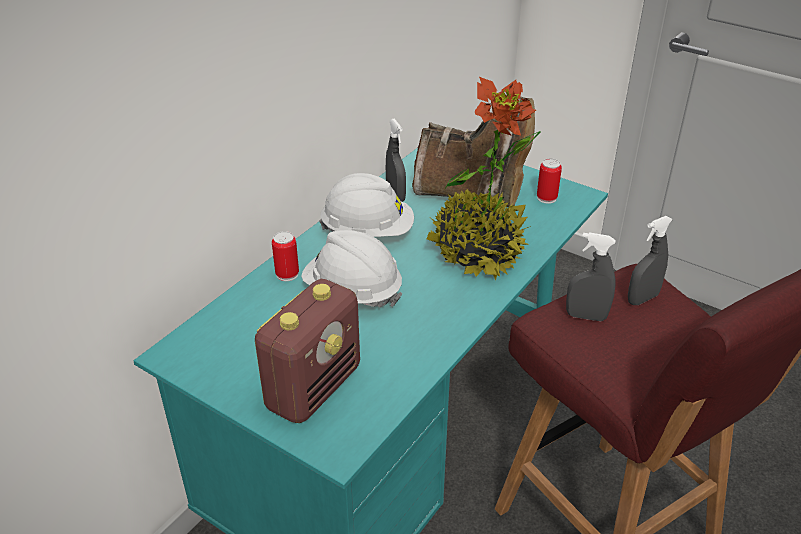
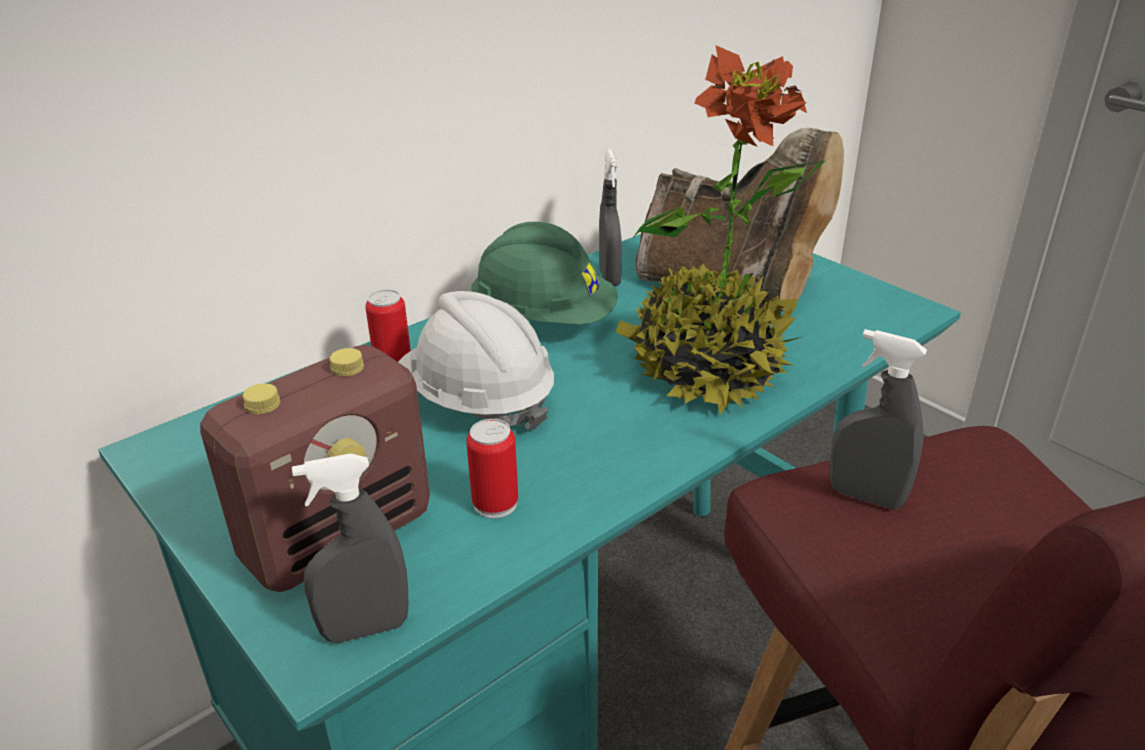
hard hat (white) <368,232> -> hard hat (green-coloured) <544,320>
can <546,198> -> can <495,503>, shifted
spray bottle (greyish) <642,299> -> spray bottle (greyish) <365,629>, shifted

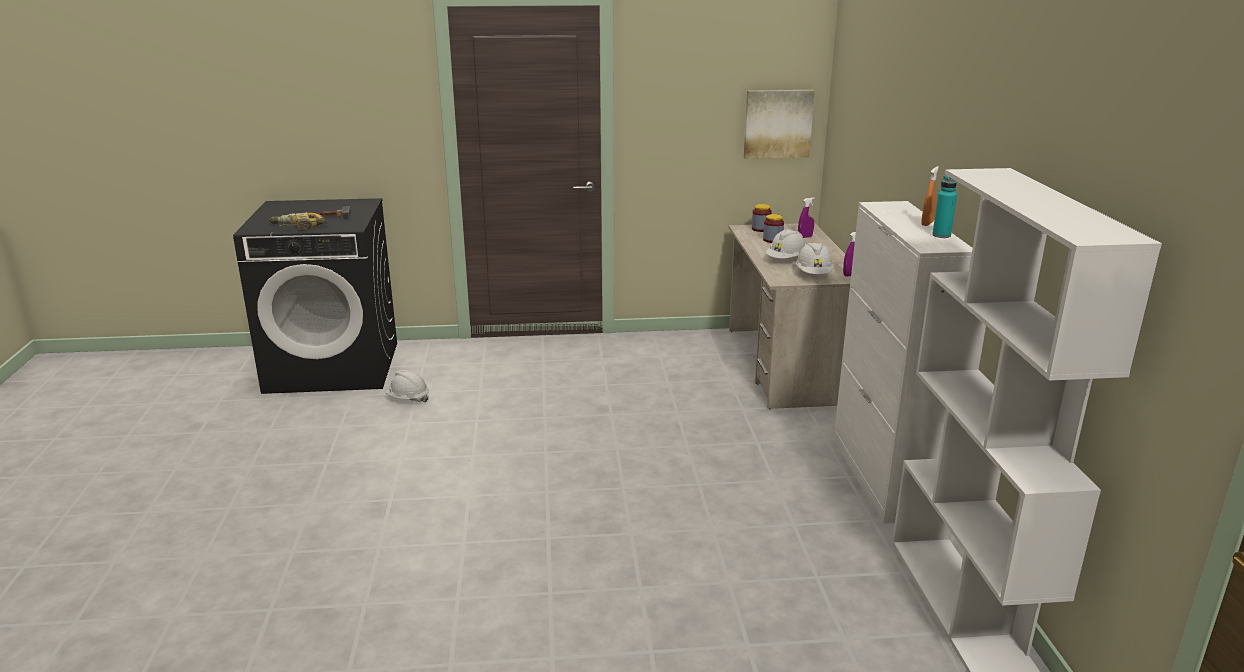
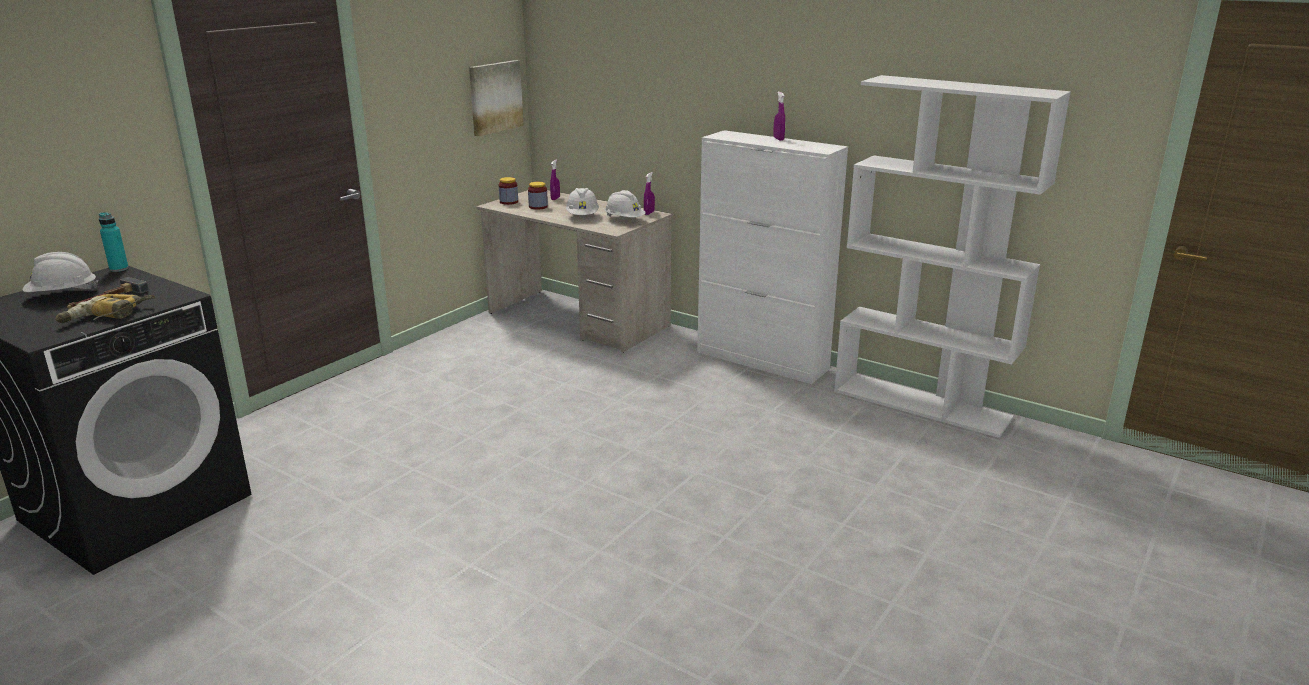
hard hat (white) <407,399> -> hard hat (white) <62,295>, shifted
spray bottle (orangey) <927,223> -> spray bottle (purple-coloured) <778,139>
drink bottle (turquoise-coloured) <941,235> -> drink bottle (turquoise-coloured) <119,269>, shifted

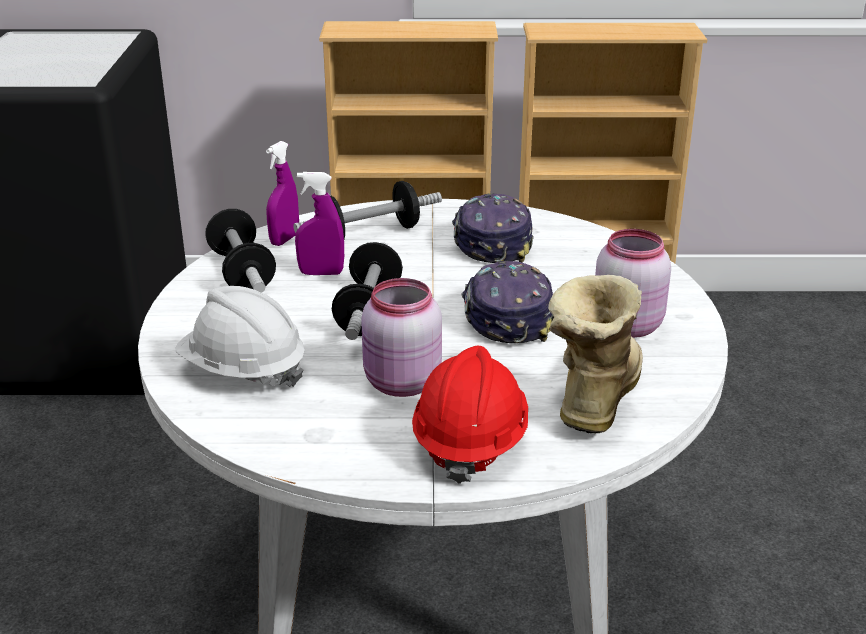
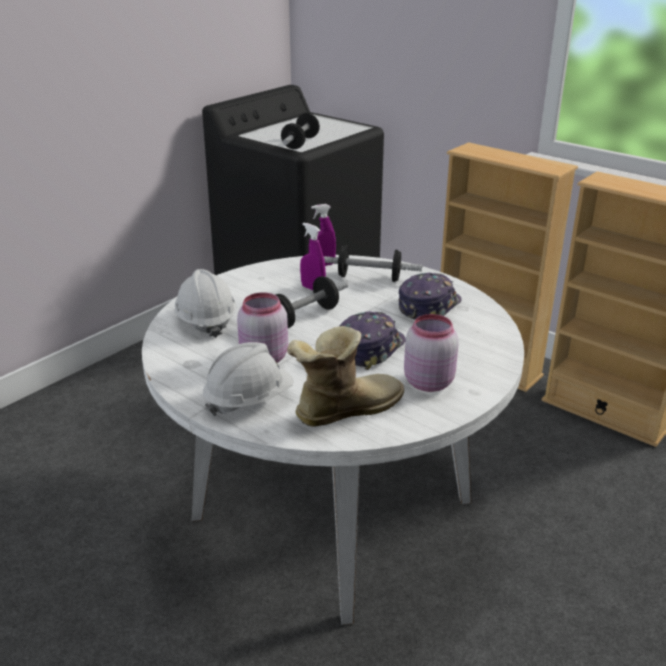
hand weight <242,272> -> hand weight <300,143>, shifted
hard hat (red) <470,442> -> hard hat (white) <249,400>

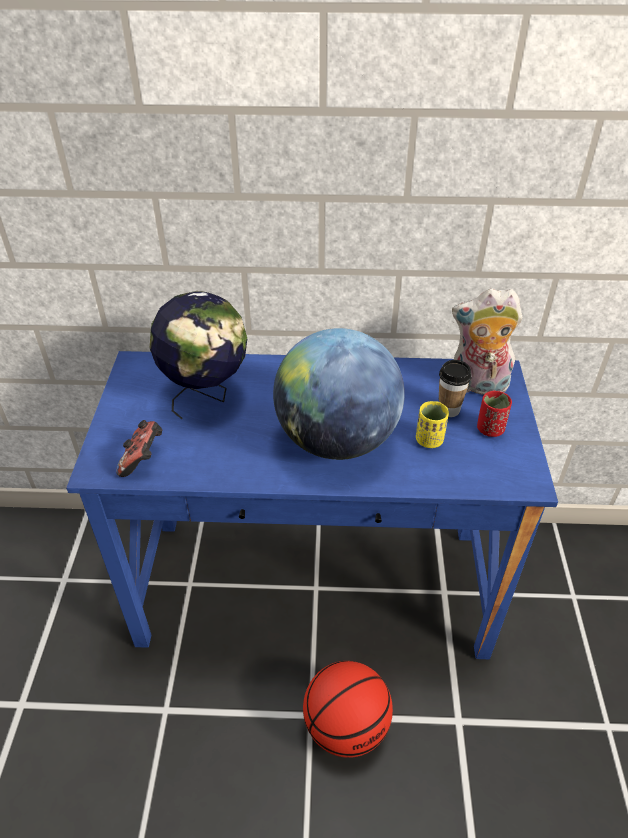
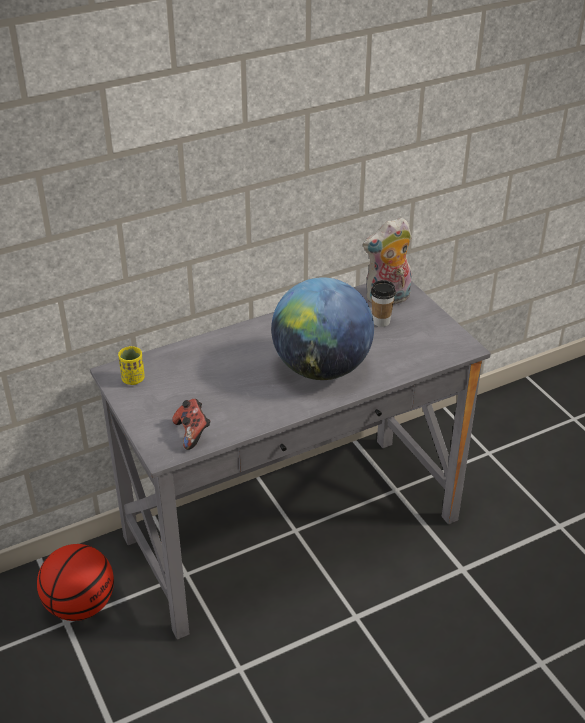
desk unit (bluish) <314,584> -> desk unit (greyish) <292,528>
desk globe <207,396> -> none
basketball ball <346,726> -> basketball ball <80,605>, shifted
small cup (yellow-coloured) <429,440> -> small cup (yellow-coloured) <133,379>, shifted
small cup (red) <490,429> -> none

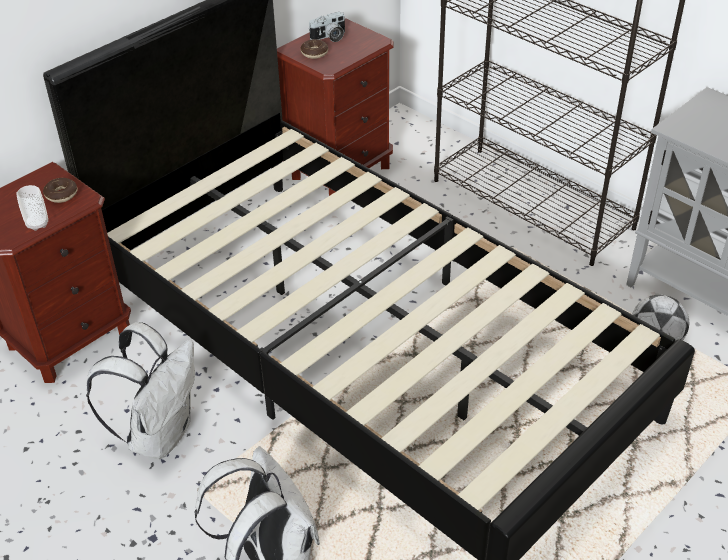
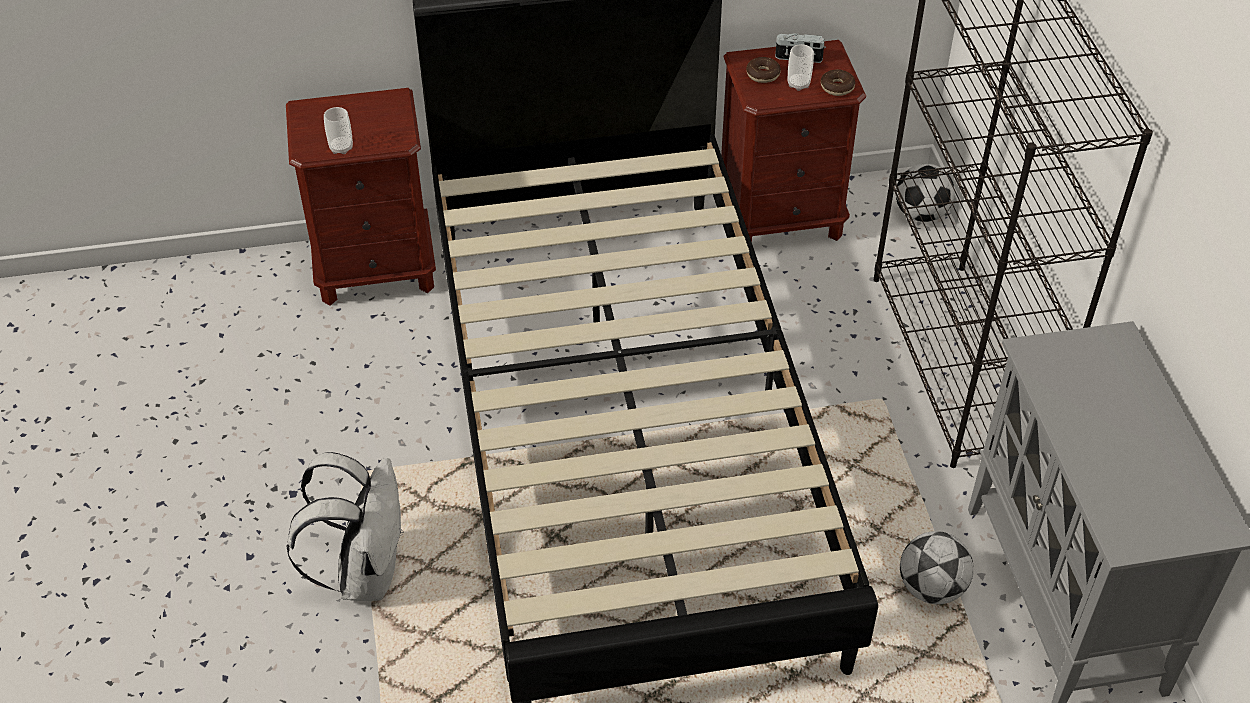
doughnut <61,194> -> doughnut <837,87>, shifted
backpack (white) <159,434> -> none
none -> small cup <798,84>
none -> football ball <920,214>

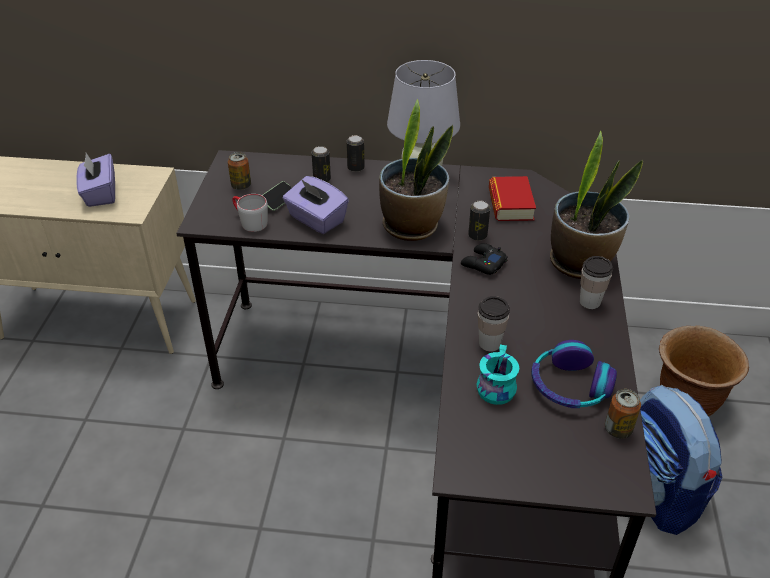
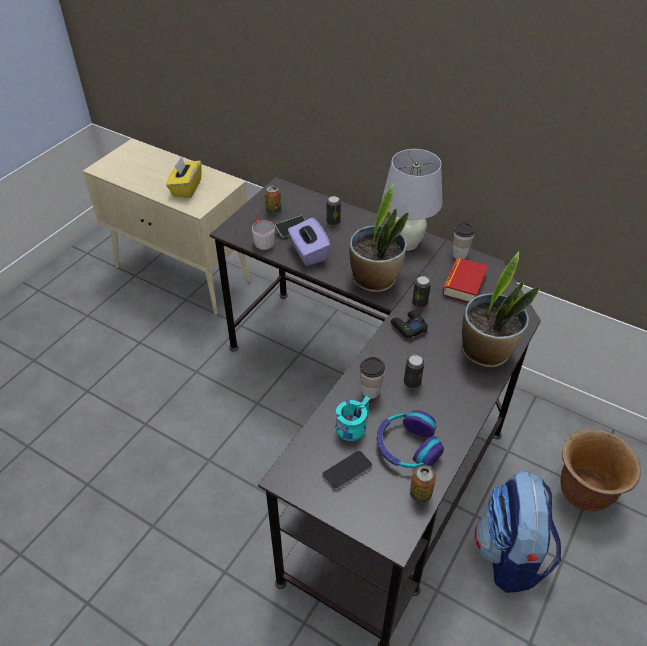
tissue holder (purple-coloured) <100,194> -> tissue holder (yellow-coloured) <186,188>
can <356,168> -> can <412,382>, shifted
small cup <590,302> -> small cup <460,255>, shifted
none -> handset <347,471>

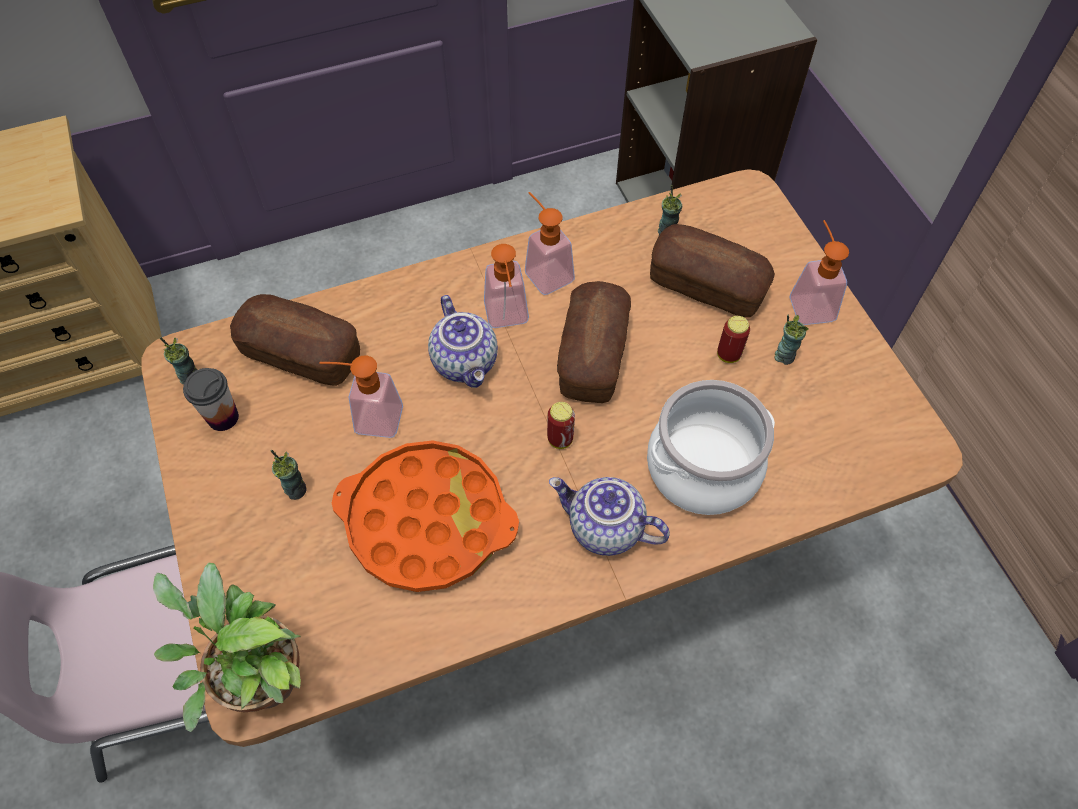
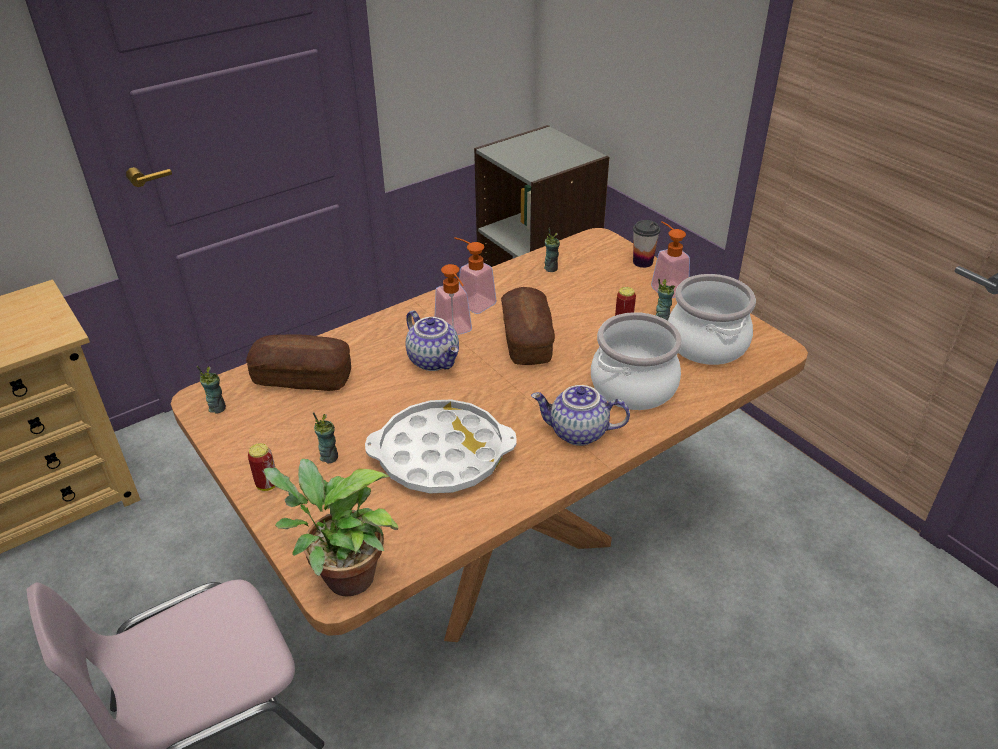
small cup <223,417> -> small cup <642,262>, shifted
liquid soap bottle <369,418> -> none
carrying tray (orangey) <427,521> -> carrying tray (white) <441,455>
can <560,439> -> can <267,484>, shifted
baked bread <706,285> -> none
none -> saucepot <707,343>

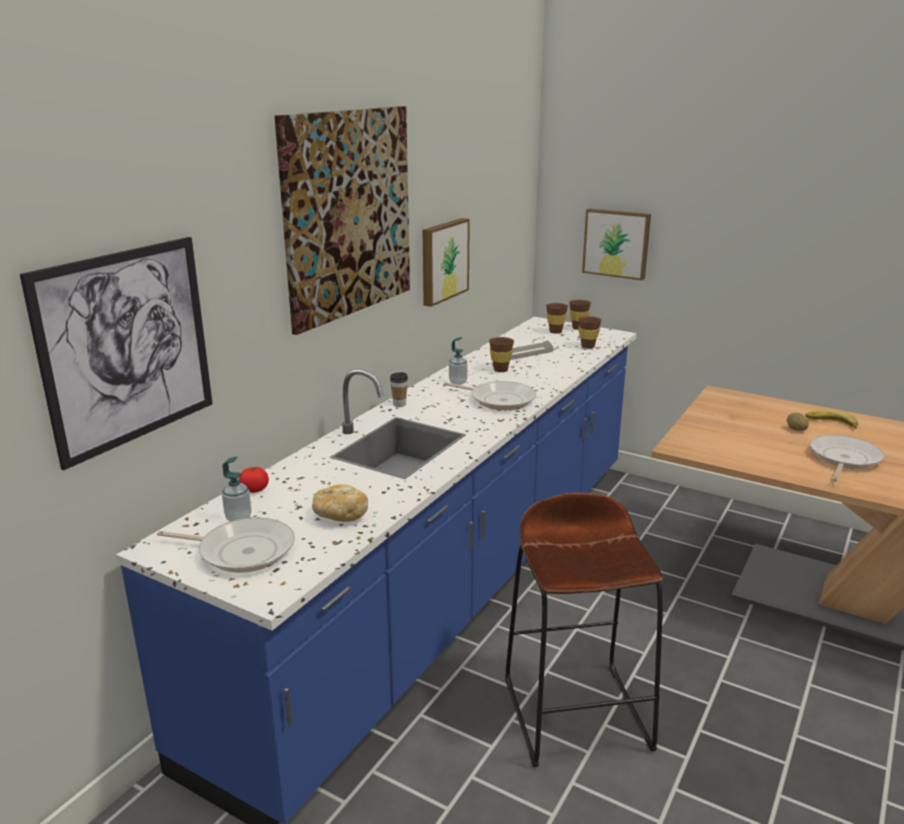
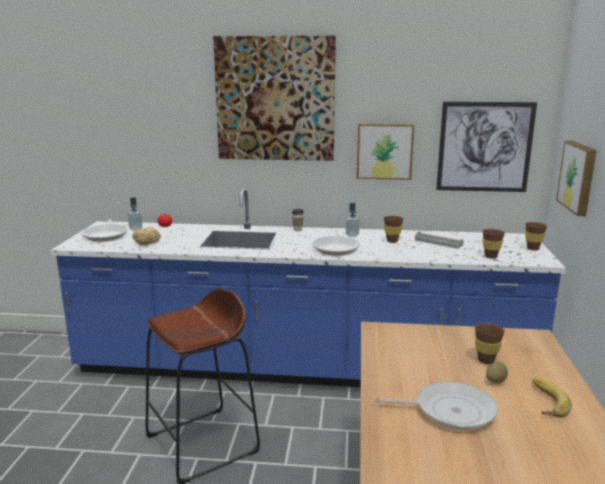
wall art <127,347> -> wall art <484,147>, shifted
small cup (brown-coloured) <555,332> -> small cup (brown-coloured) <486,360>, shifted

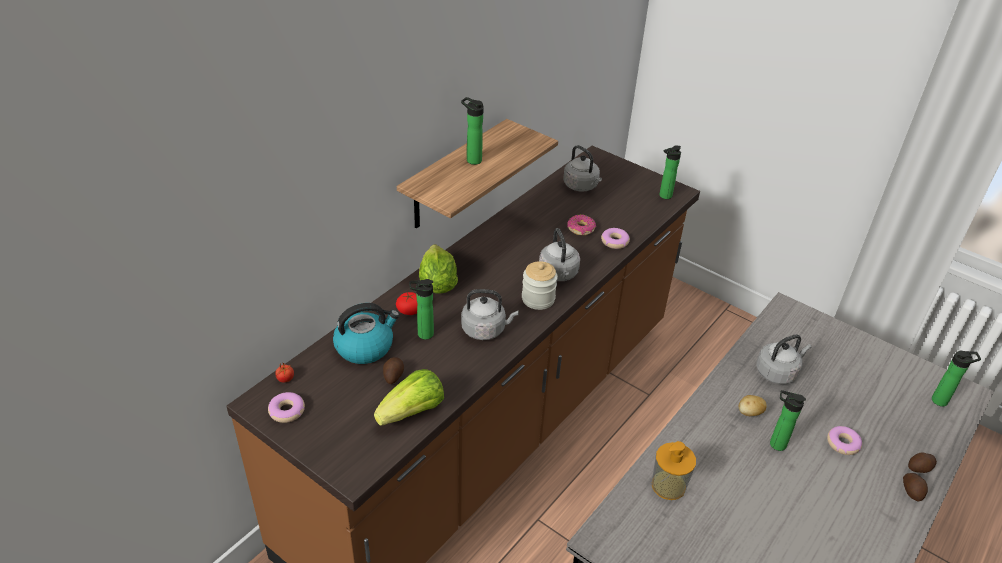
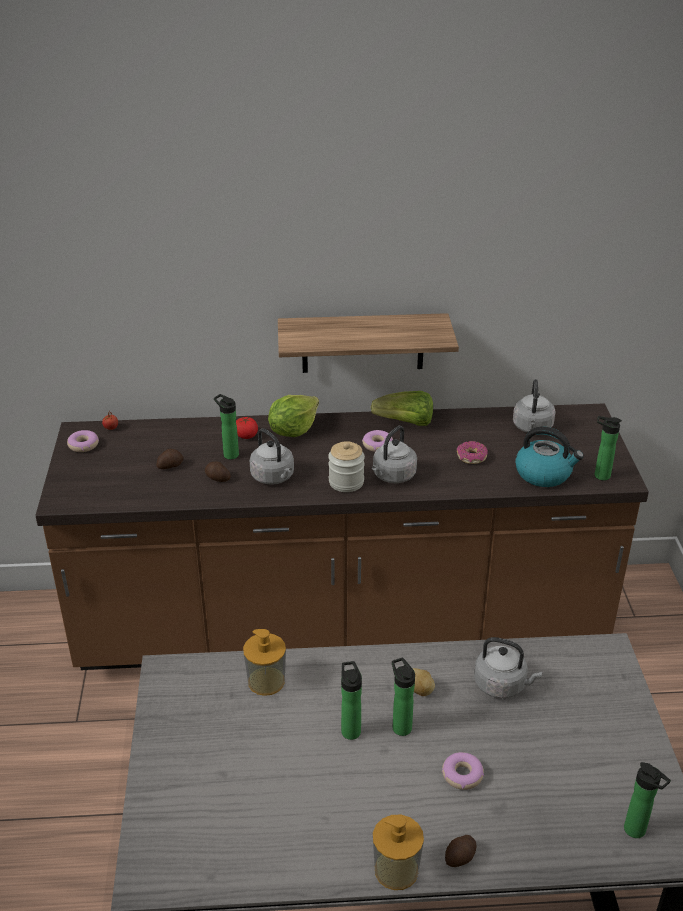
tea kettle <365,346> -> tea kettle <544,474>, shifted
lettuce head <412,412> -> lettuce head <405,423>, shifted
drink bottle <472,160> -> drink bottle <350,729>, shifted
doughnut <614,242> -> doughnut <377,445>, shifted
spud <920,468> -> spud <217,478>, shifted
none -> liquid soap bottle <396,870>

